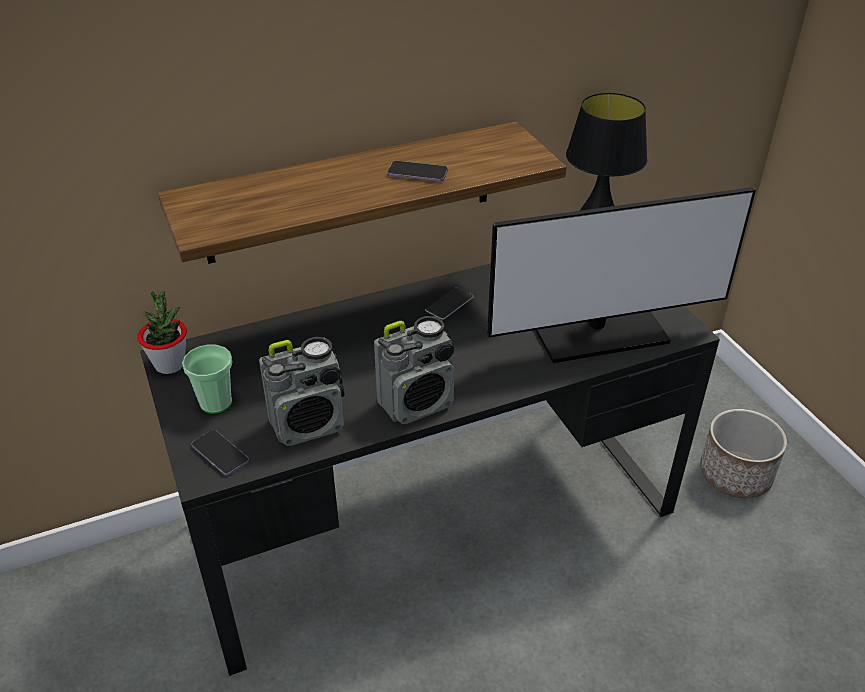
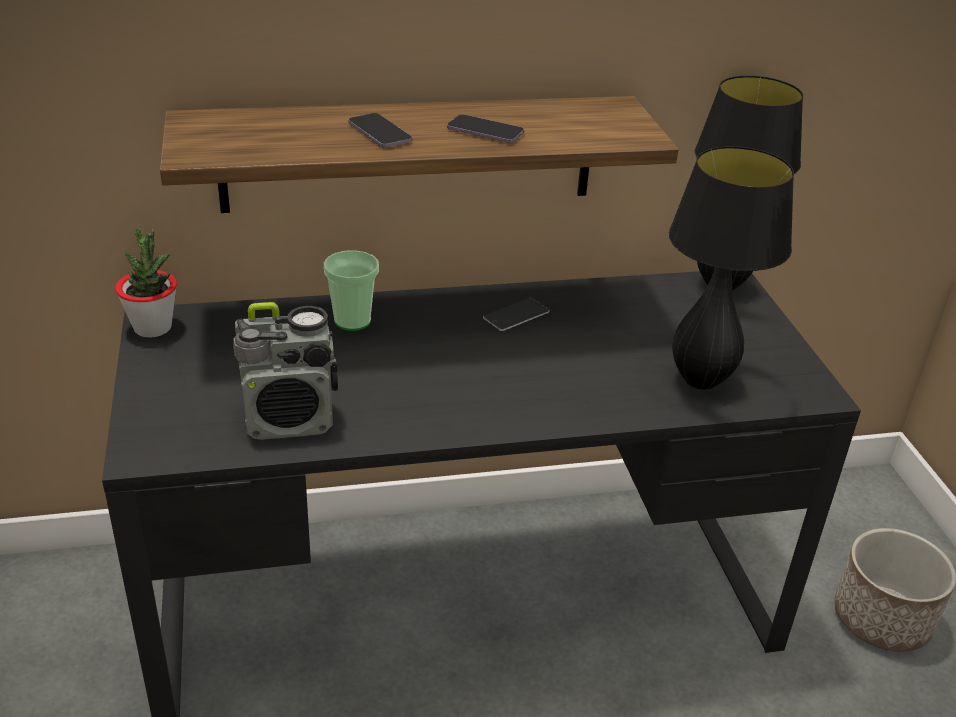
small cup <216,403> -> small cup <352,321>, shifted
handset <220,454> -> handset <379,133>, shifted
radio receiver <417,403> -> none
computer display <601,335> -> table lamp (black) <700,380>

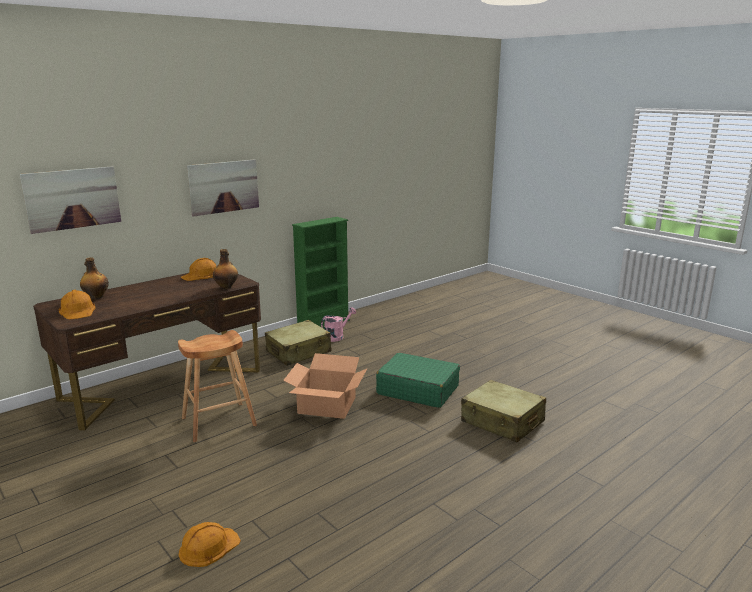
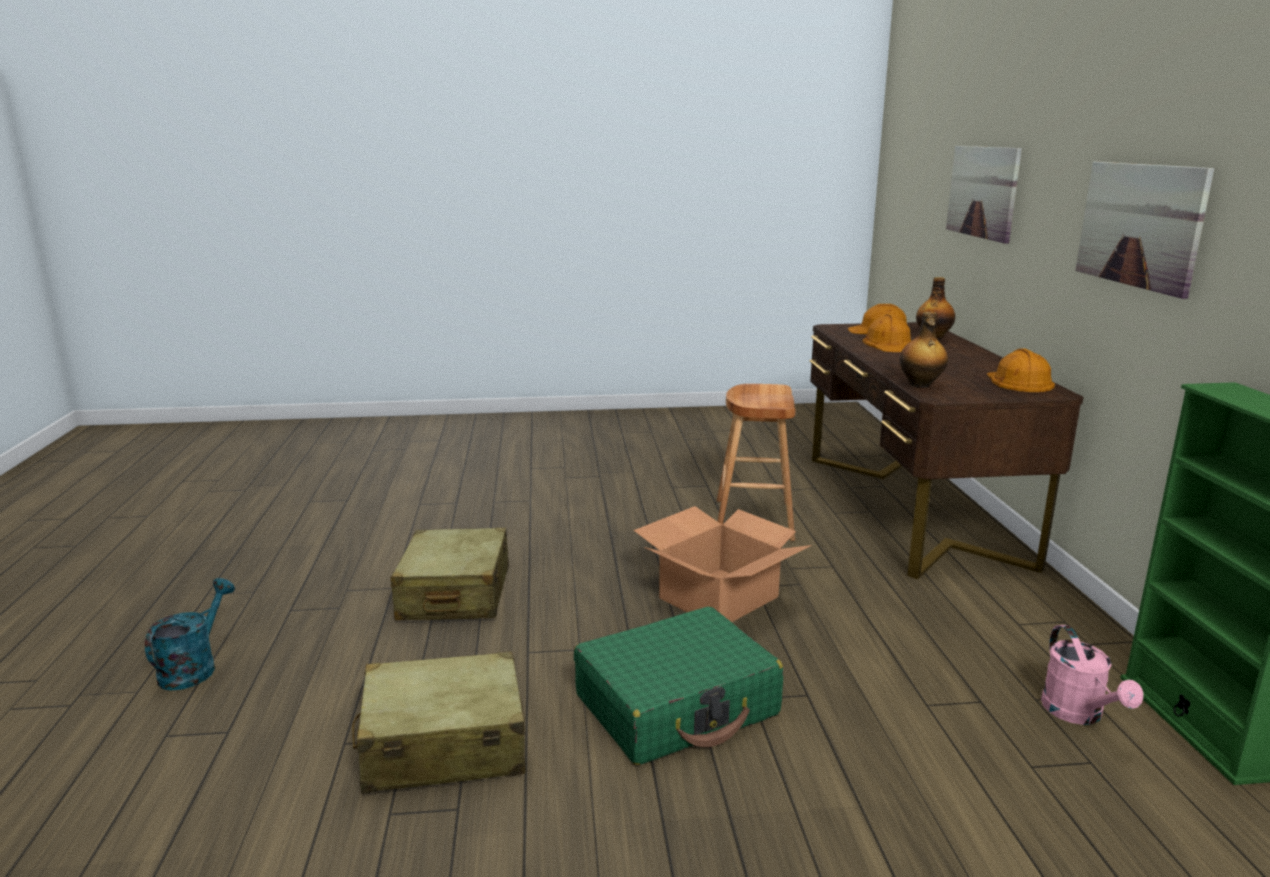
hard hat (orangey) <208,547> -> hard hat (orangey) <890,344>, shifted
piece of luggage (sand-coloured) <299,352> -> piece of luggage (sand-coloured) <455,594>, shifted
none -> watering pot (turquoise-coloured) <194,667>

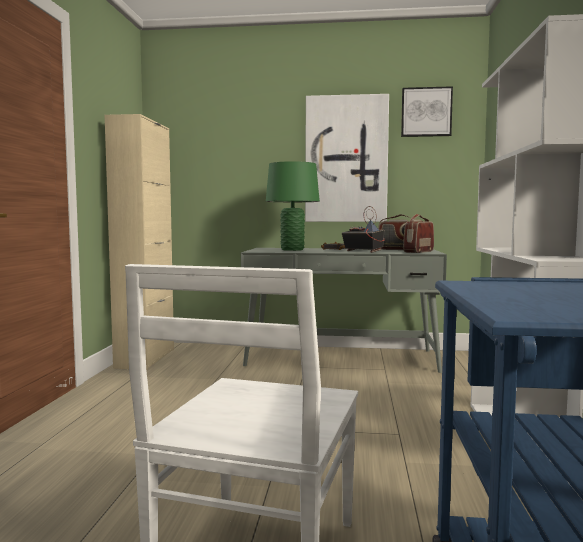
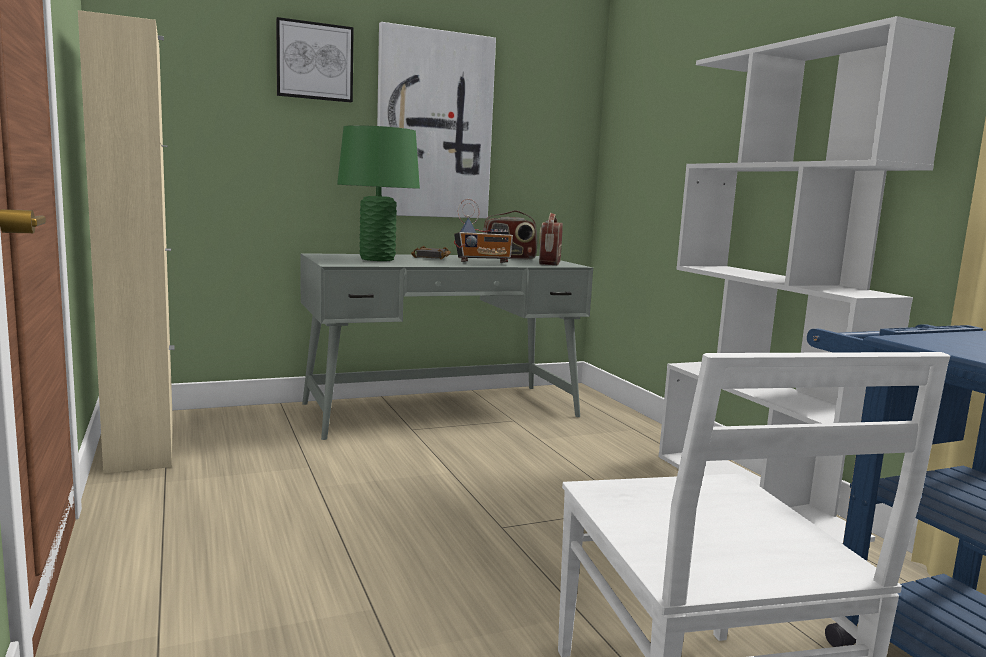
radio receiver <363,251> -> radio receiver <483,263>, 150 degrees clockwise
wall art <426,112> -> wall art <314,61>, shifted

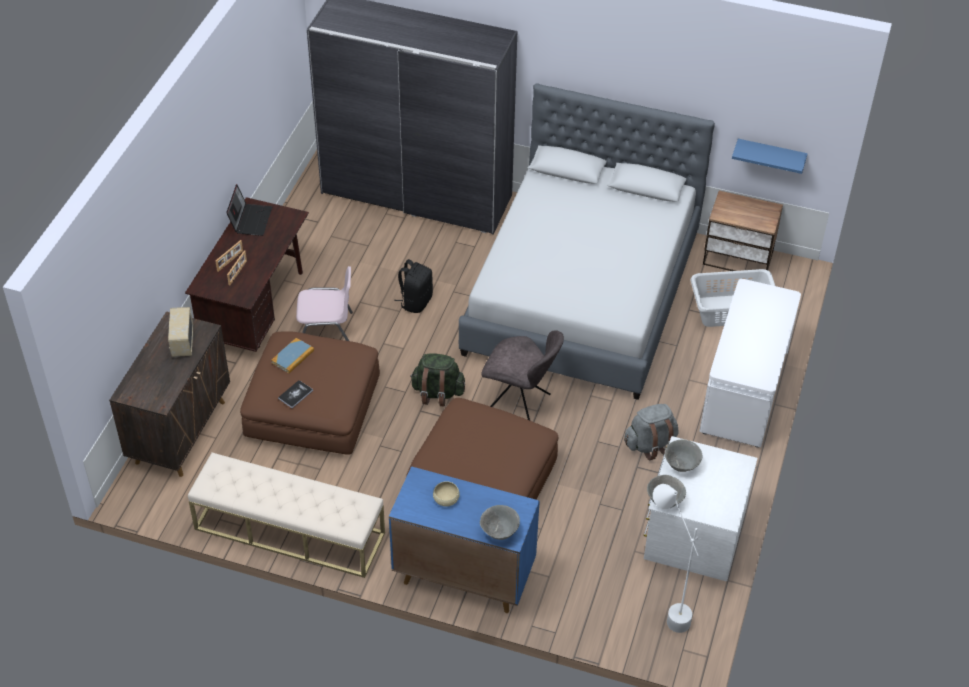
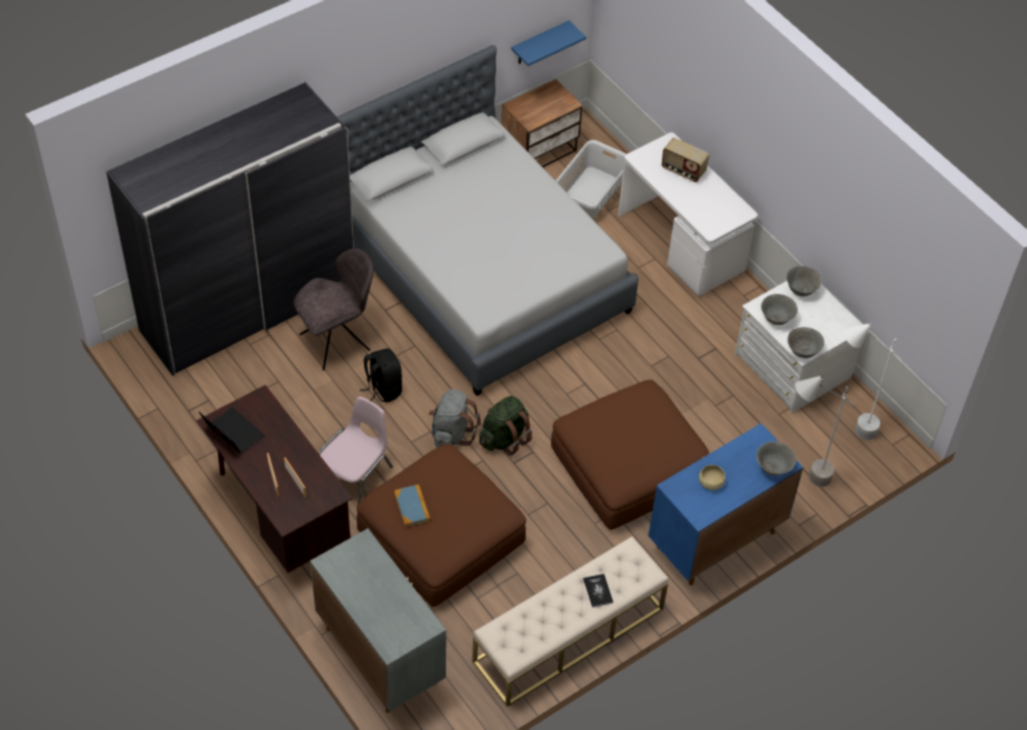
cupboard (brown-coloured) <181,431> -> cupboard (greyish) <379,655>
radio receiver <182,343> -> radio receiver <683,171>, shifted
bound book <295,394> -> bound book <598,591>, shifted
plain chair (greyish) <520,405> -> plain chair (greyish) <337,341>, shifted
backpack (greyish) <650,444> -> backpack (greyish) <451,433>, shifted
none -> deep dish (greyish) <801,290>
none -> standing lamp (greyish) <802,480>

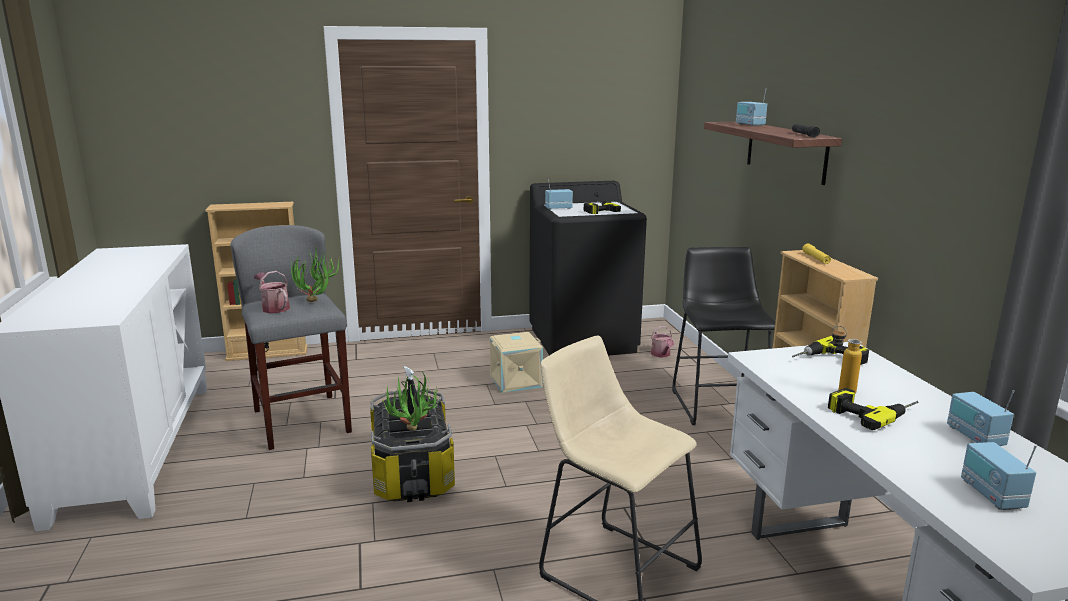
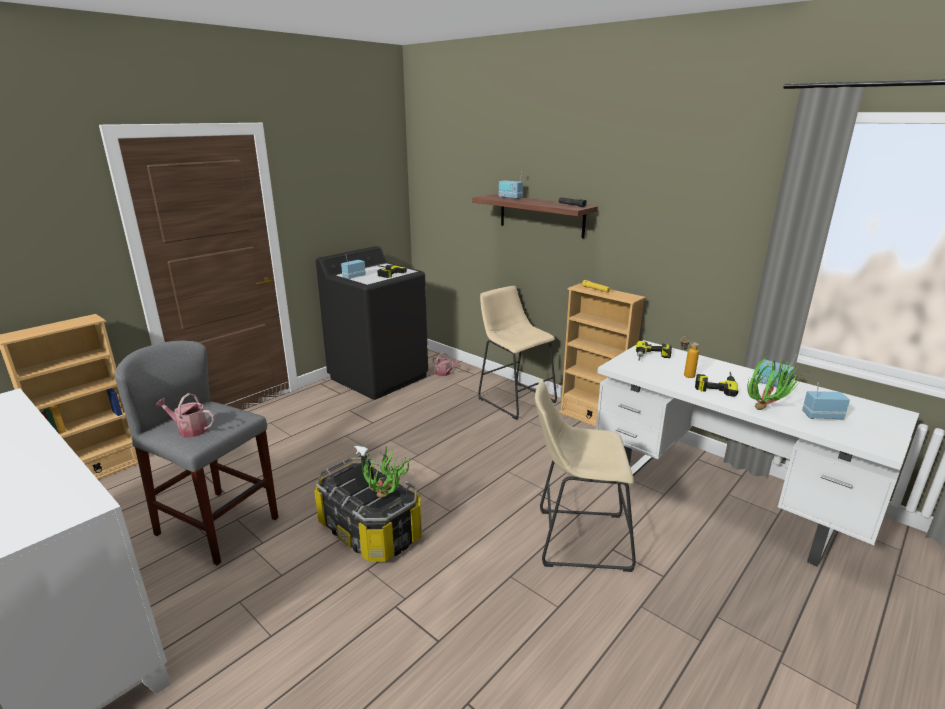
potted plant <317,303> -> potted plant <765,409>, shifted
storage container (sand-coloured) <516,381> -> none
stool (black) <718,403> -> stool (sand-coloured) <514,398>
radio receiver <991,495> -> radio receiver <822,416>, 135 degrees clockwise

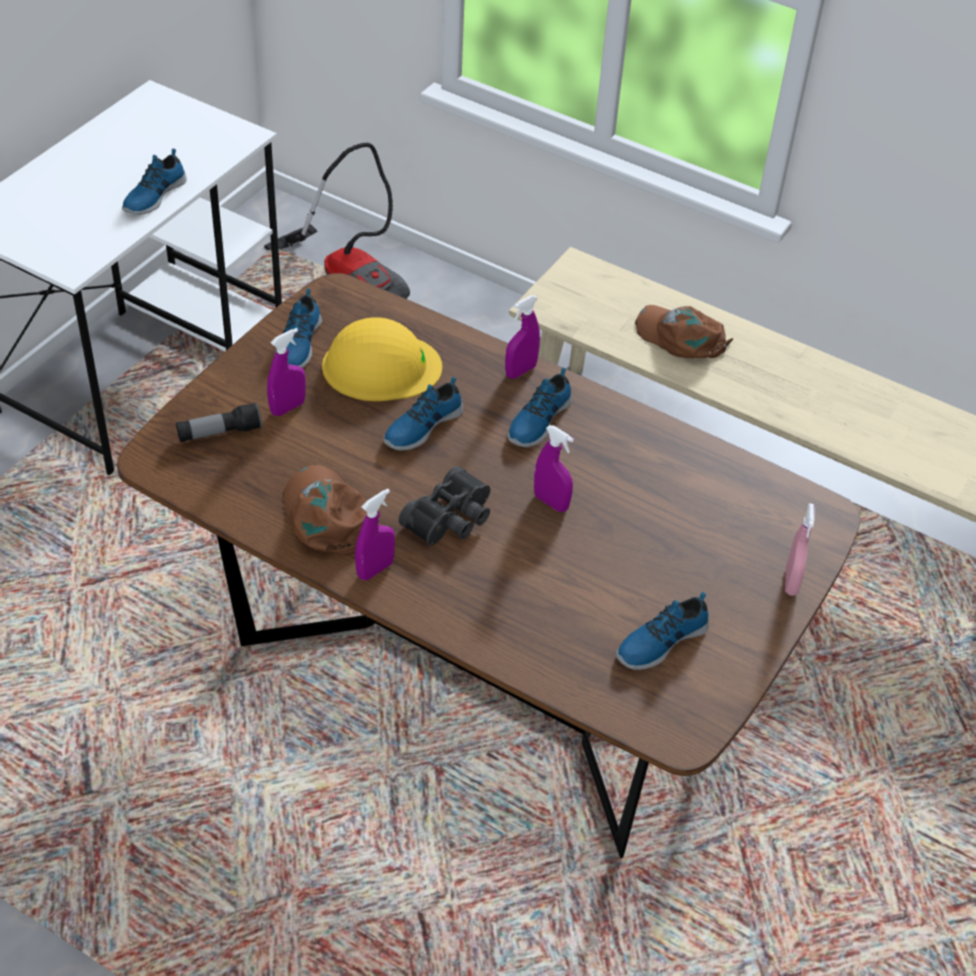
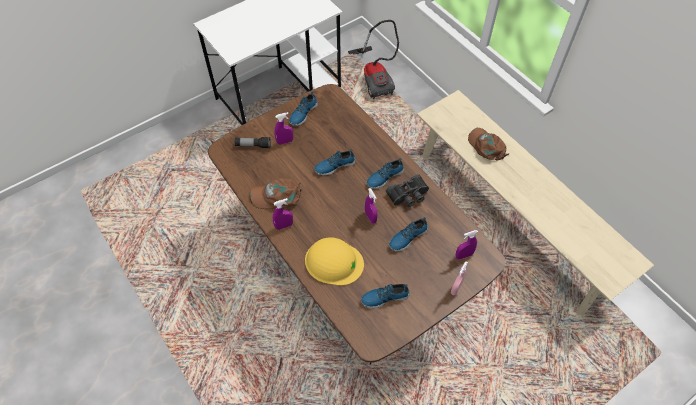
item of footwear <153,195> -> item of footwear <407,237>, shifted
cap (brown-coloured) <327,516> -> cap (brown-coloured) <276,196>, 90 degrees counterclockwise
hard hat (yellow-coloured) <381,366> -> hard hat (yellow-coloured) <333,262>, shifted
pair of binoculars (black) <451,519> -> pair of binoculars (black) <408,196>, shifted
spray bottle (purple-coloured) <520,371> -> spray bottle (purple-coloured) <463,255>, shifted

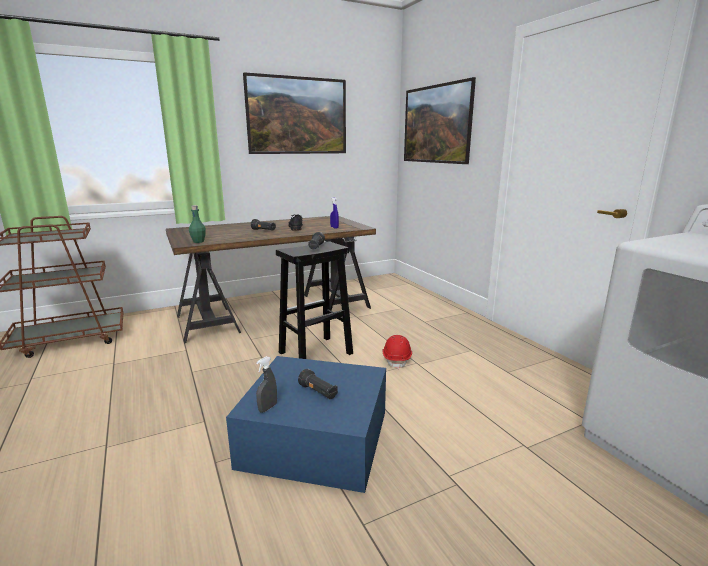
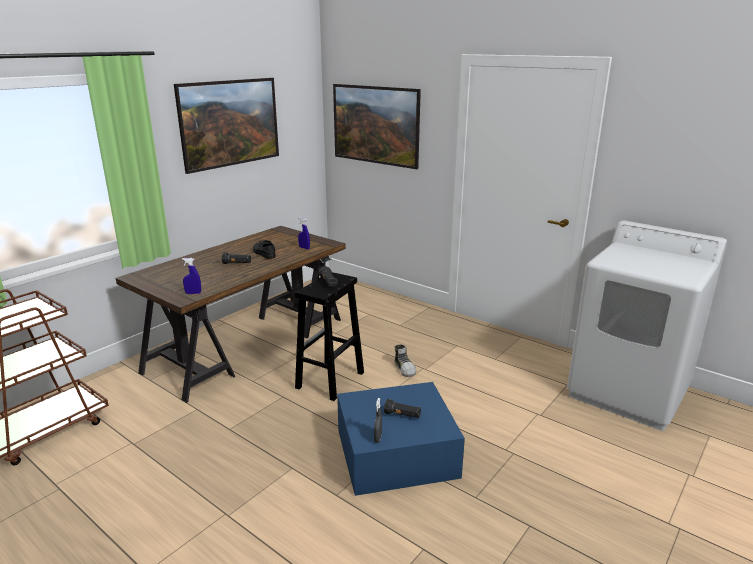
drink bottle (green-coloured) <198,241> -> spray bottle (bluish) <193,293>
hard hat (red) <397,359> -> item of footwear <405,368>

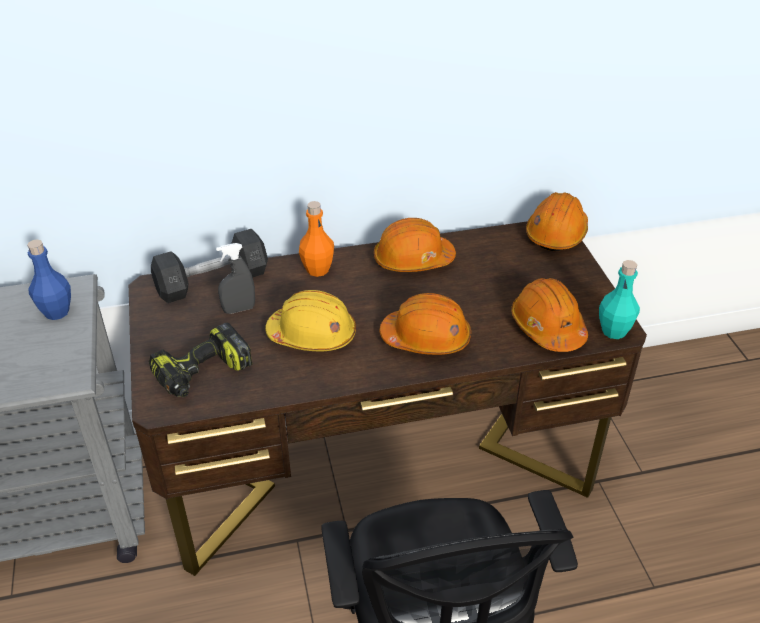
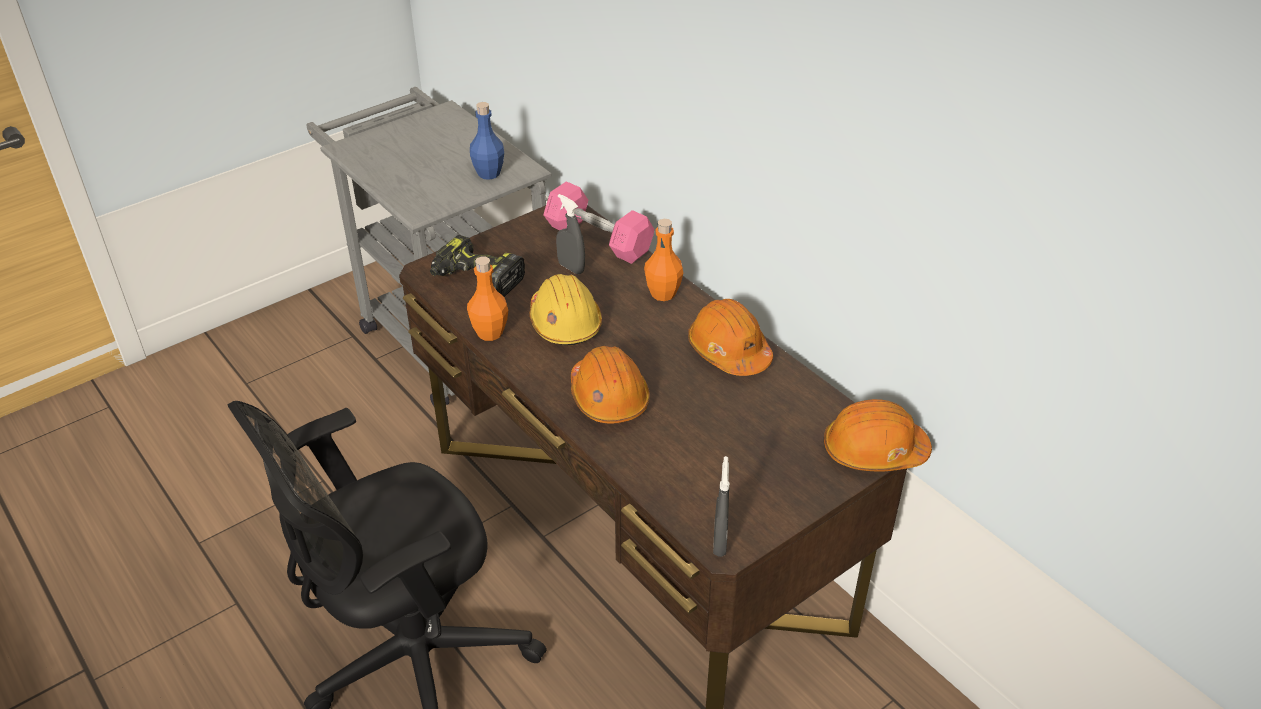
hand weight (greyish) <212,281> -> hand weight (pink-coloured) <598,239>
hard hat (orangey) <547,327> -> none
drink bottle (turquoise-coloured) <614,331> -> spray bottle (greyish) <720,542>
none -> drink bottle (orangey) <490,333>

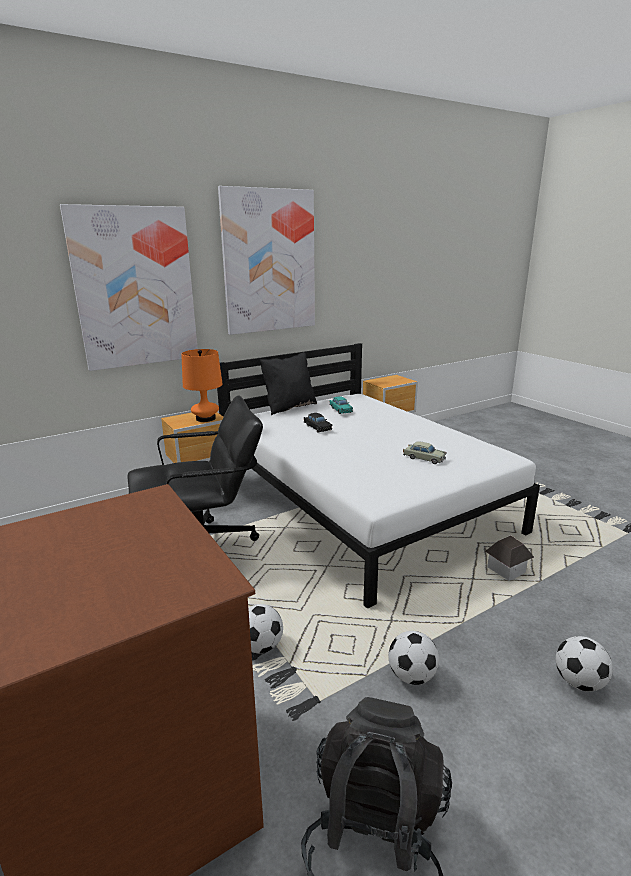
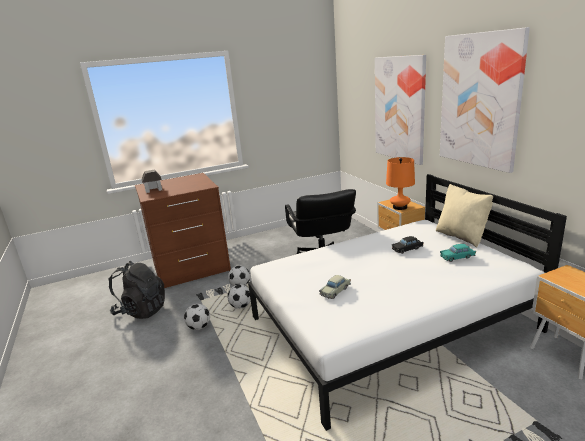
throw pillow (black) <289,407> -> throw pillow (sand-coloured) <462,236>
model house <506,570> -> model house <153,189>, shifted
football ball <579,682> -> football ball <240,306>, shifted

